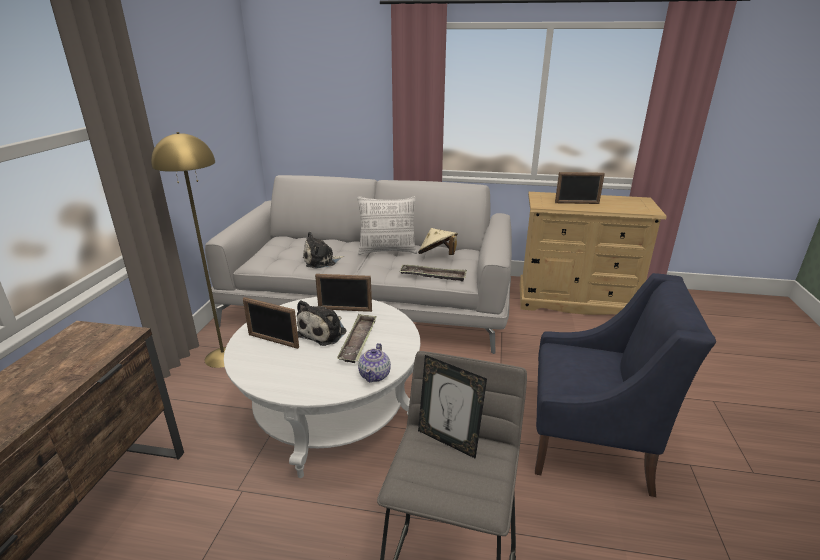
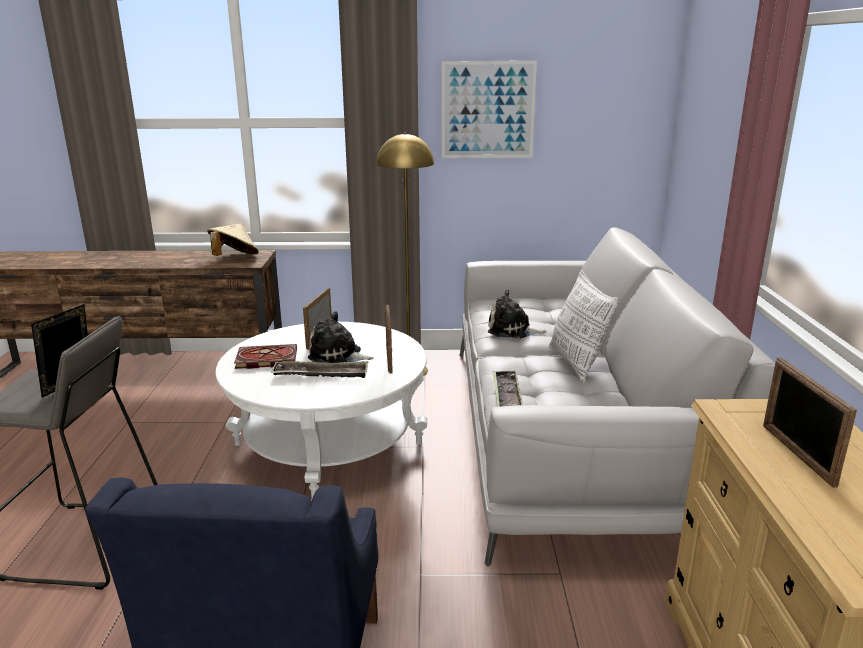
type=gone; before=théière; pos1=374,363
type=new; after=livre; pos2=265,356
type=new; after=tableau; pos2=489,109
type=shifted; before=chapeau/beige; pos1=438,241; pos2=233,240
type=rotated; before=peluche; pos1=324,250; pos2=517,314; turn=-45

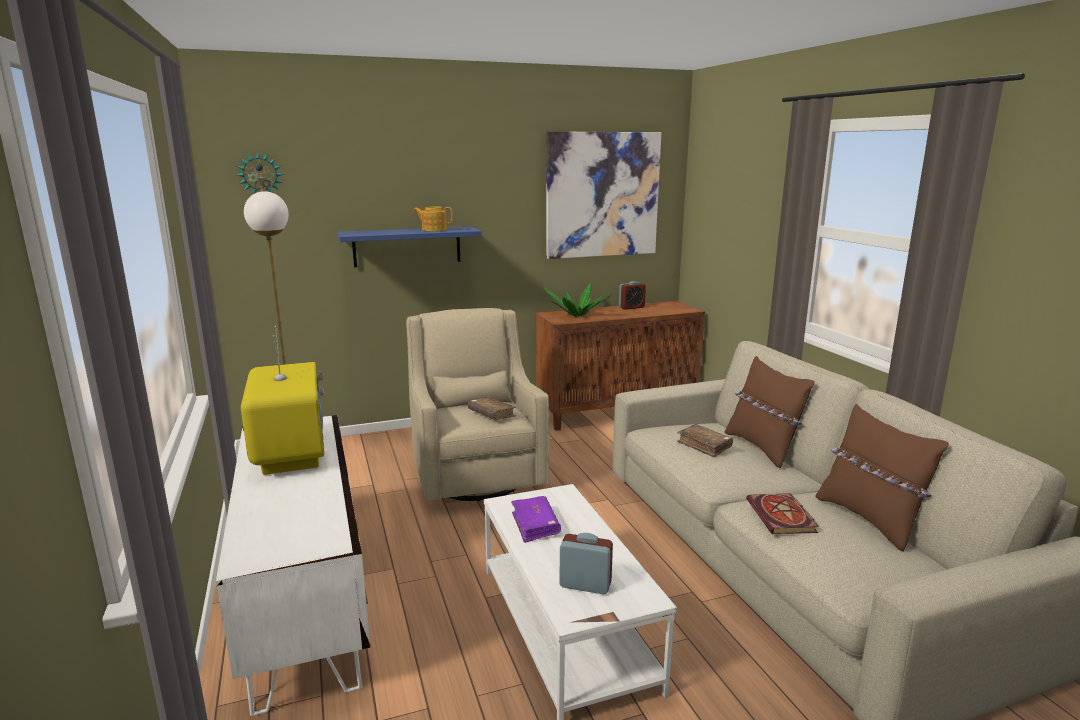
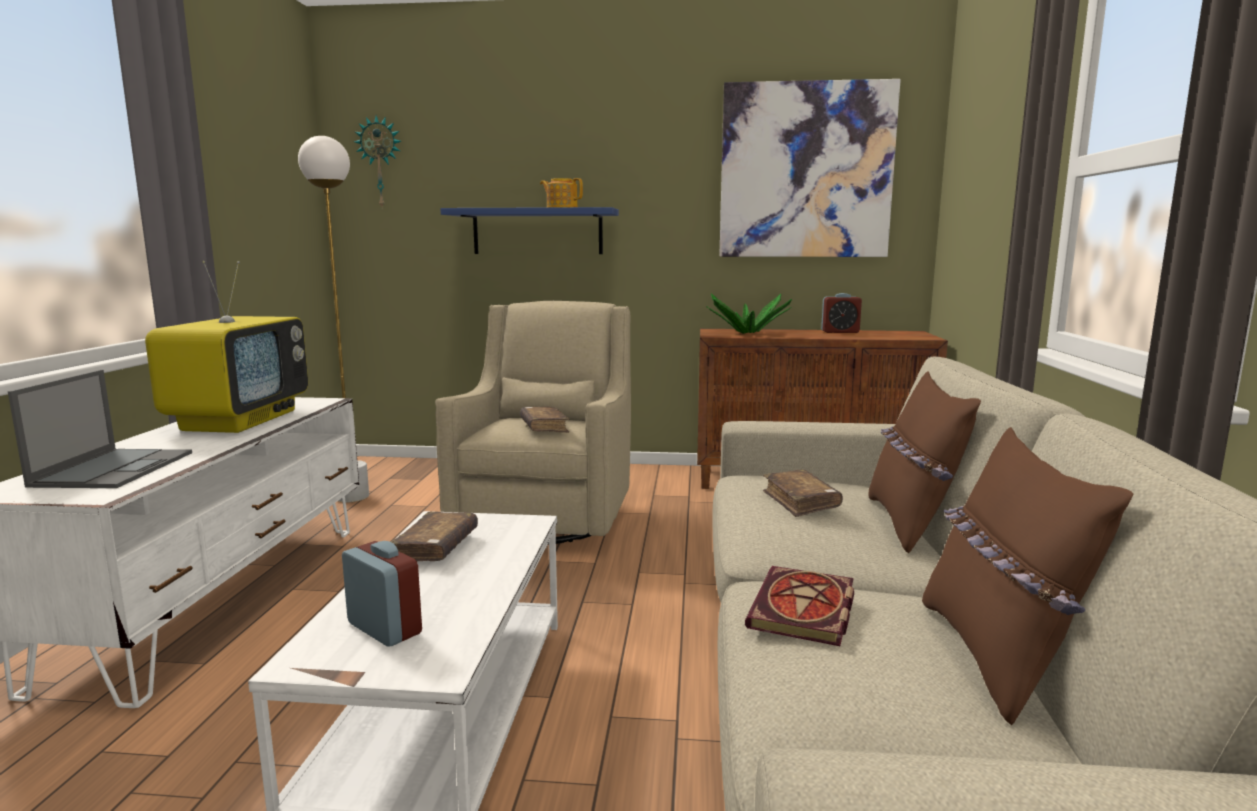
type=new; after=ordinateur portable; pos2=100,429
type=repainted; before=livre/violet; after=livre/marron; pos1=536,519; pos2=434,536

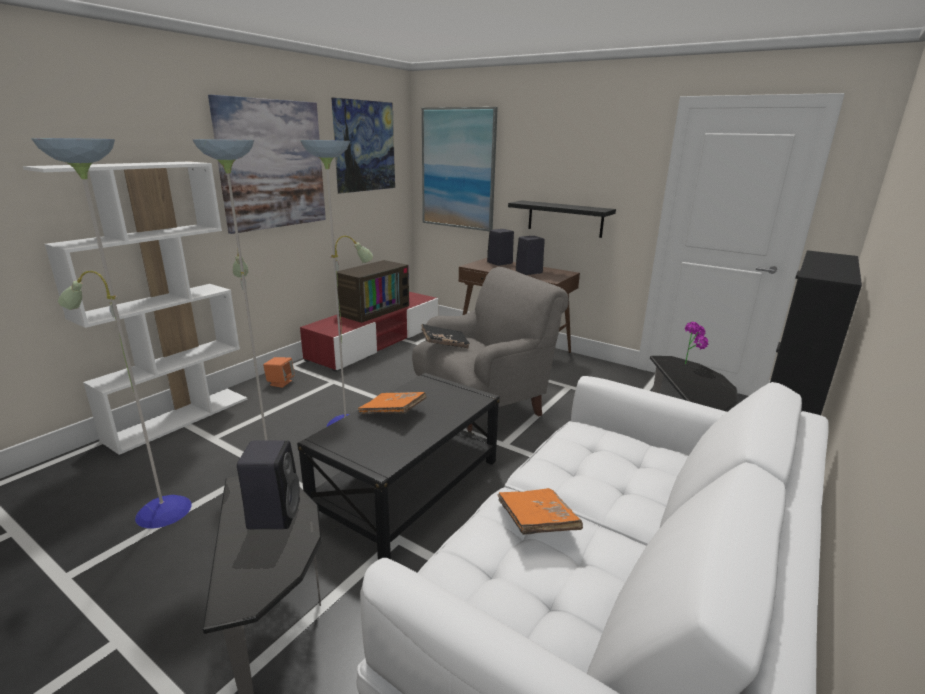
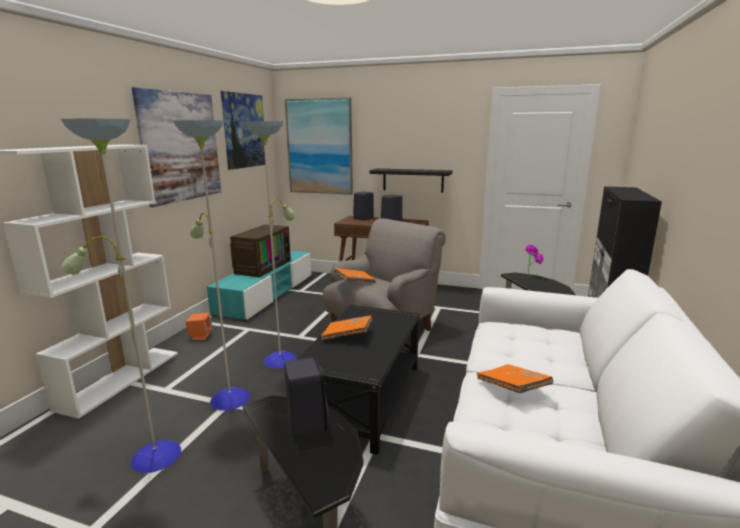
type=repainted; before=meuble télé/rouge; after=meuble télé/turquoise; pos1=369,332; pos2=259,286
type=repainted; before=livre/noir; after=livre/orange; pos1=445,336; pos2=355,275

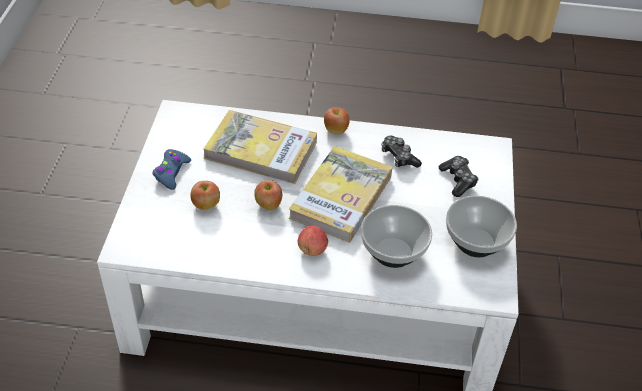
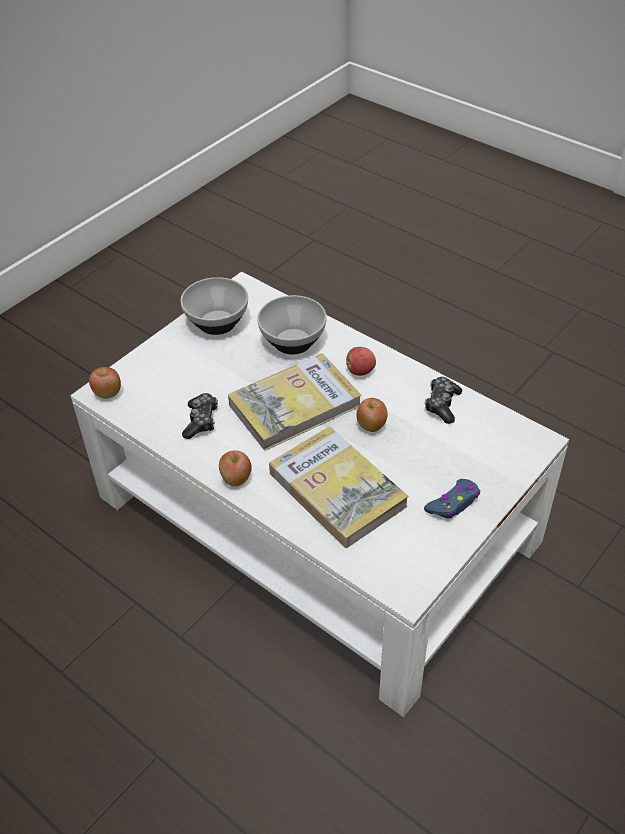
type=shifted; before=pomme; pos1=205,195; pos2=105,383
type=shifted; before=manette; pos1=459,176; pos2=443,400

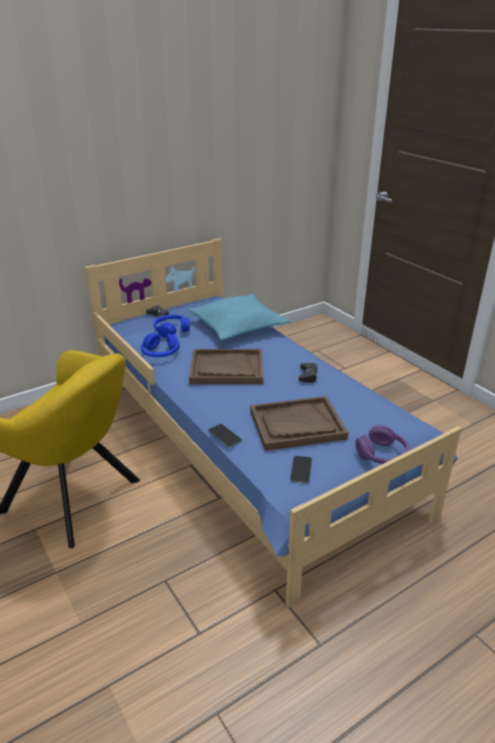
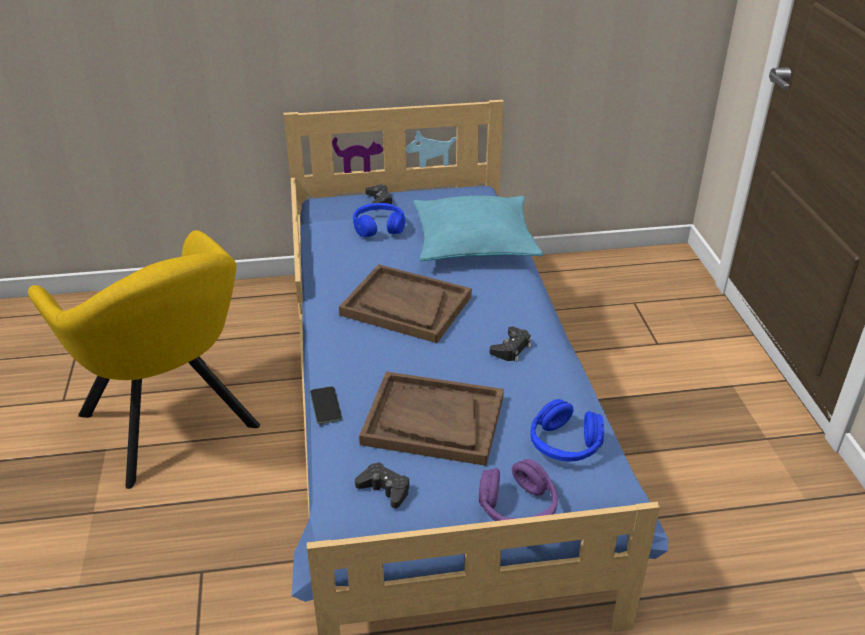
type=shifted; before=casque audio/bleu; pos1=160,345; pos2=567,430
type=swapped; before=téléphone; after=manette/noir; pos1=301,469; pos2=382,485

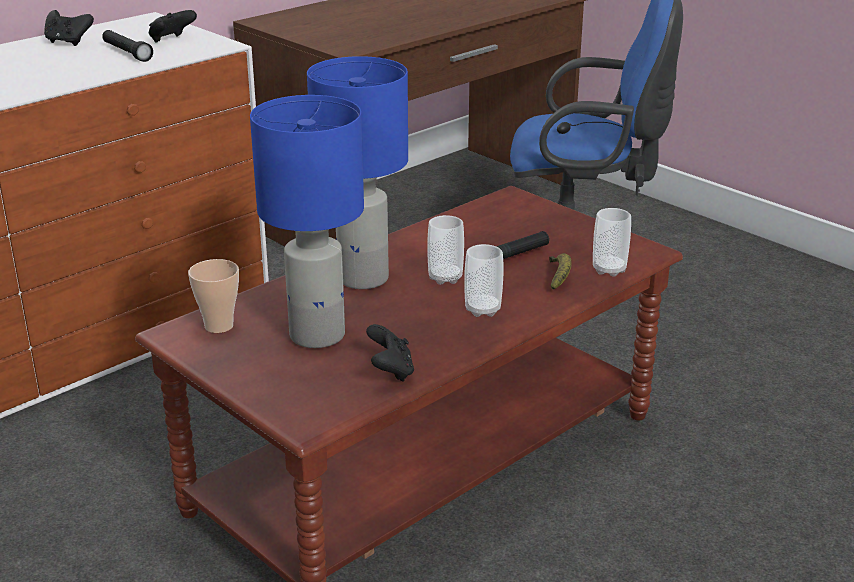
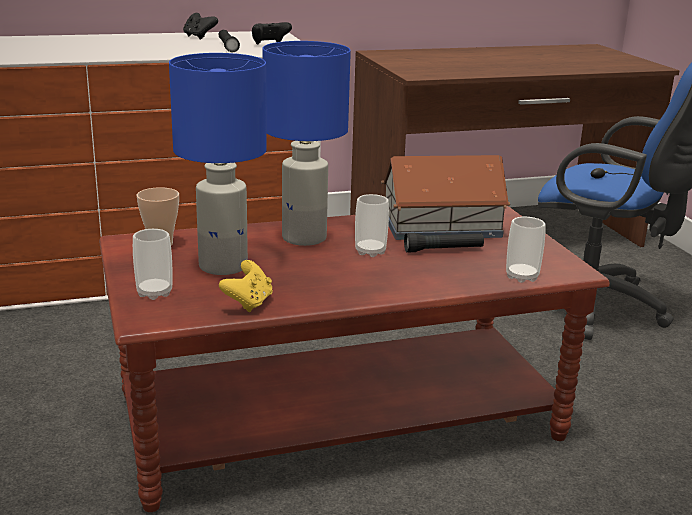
type=gone; before=banane; pos1=560,271
type=new; after=maison miniature; pos2=445,197
type=shifted; before=tasse; pos1=484,280; pos2=153,264
type=repainted; before=manette/noir; after=manette/jaune; pos1=390,352; pos2=246,286

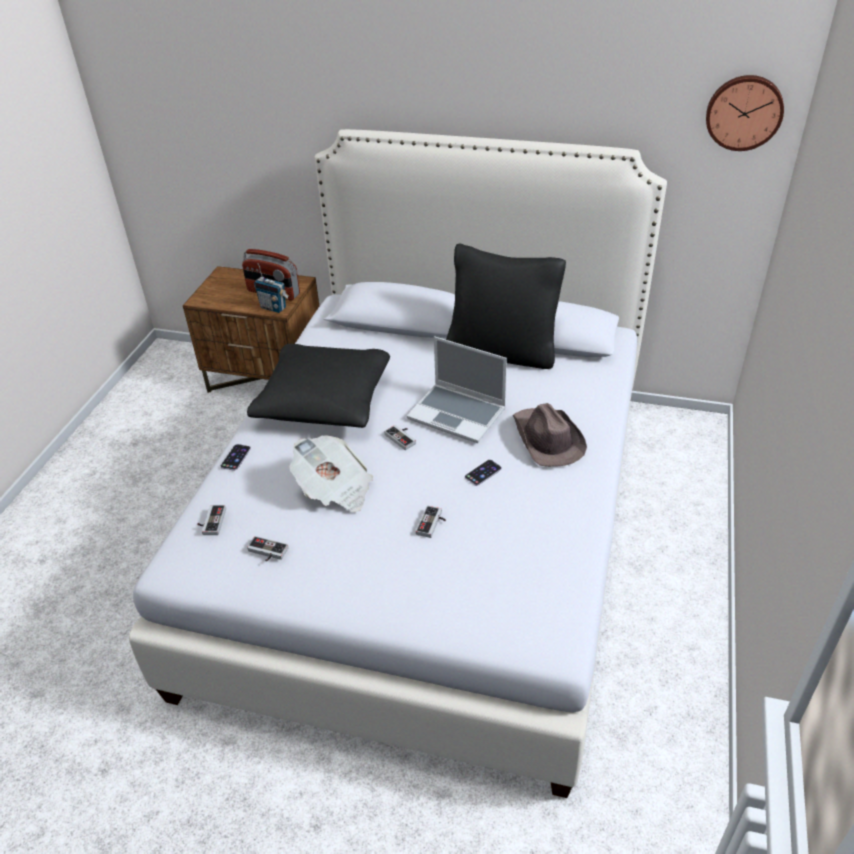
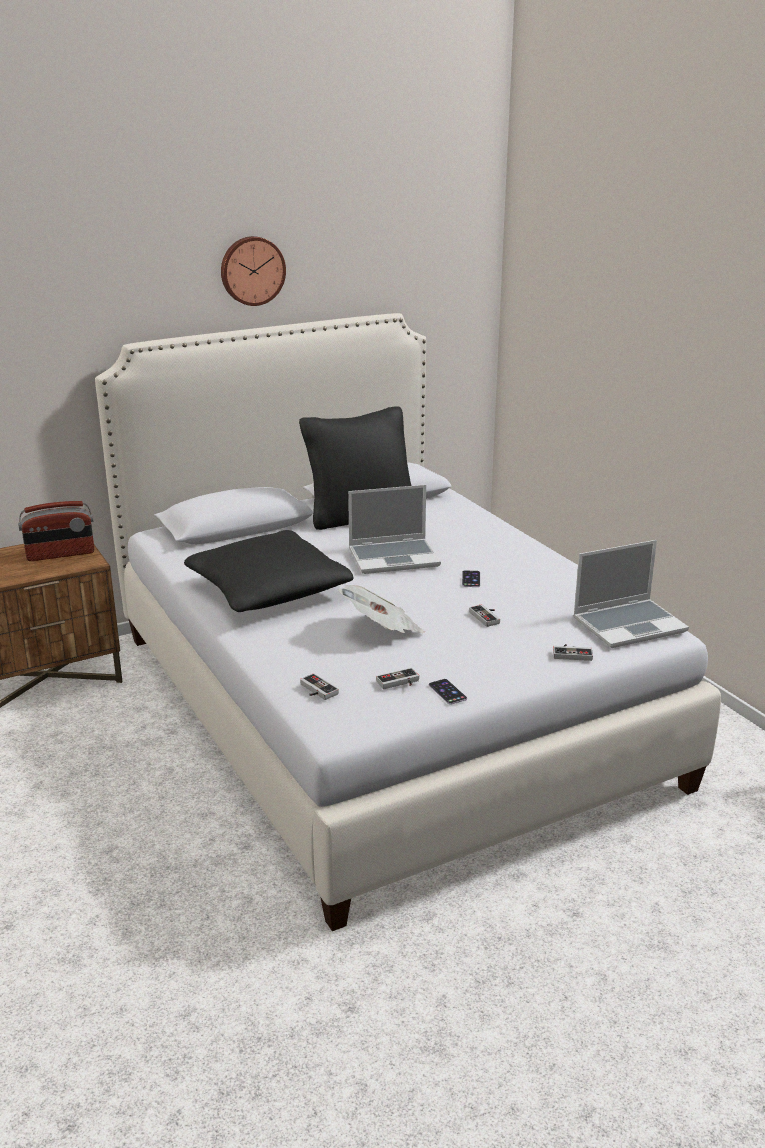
type=gone; before=radio; pos1=271,288
type=gone; before=chapeau/marron; pos1=550,435
type=new; after=ordinateur portable; pos2=631,594
type=shifted; before=téléphone; pos1=236,457; pos2=448,691
type=shifted; before=manette; pos1=400,437; pos2=573,652
type=shifted; before=horloge murale; pos1=745,113; pos2=253,271

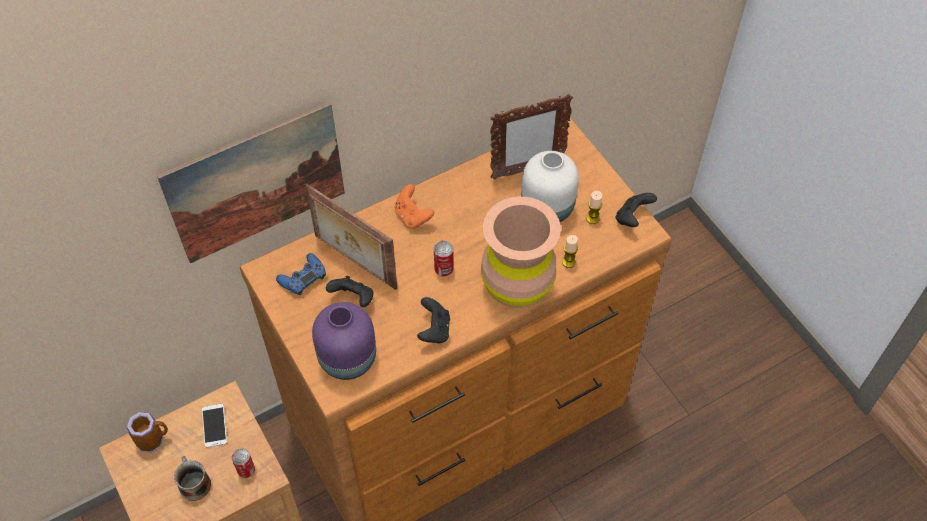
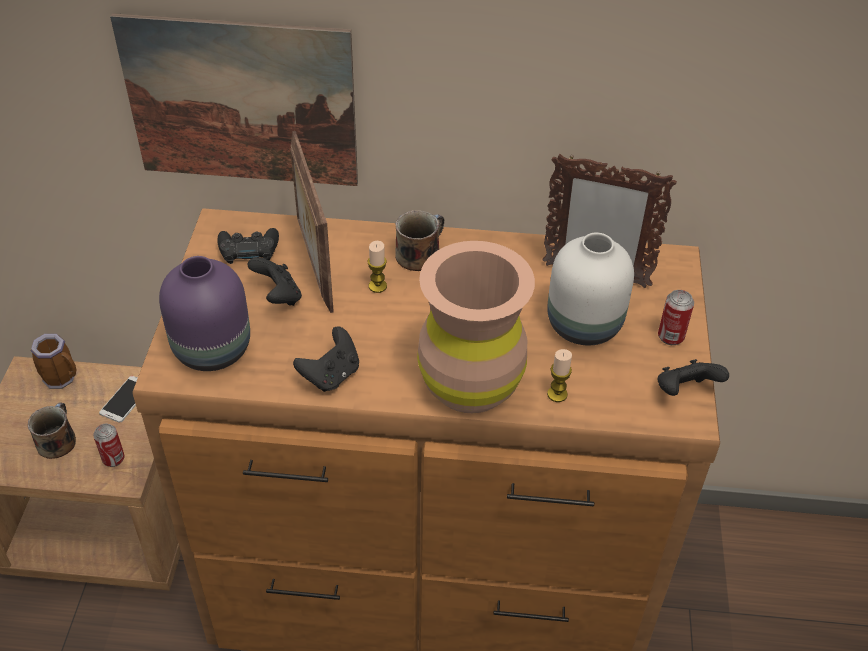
type=shifted; before=boîte métallique; pos1=444,258; pos2=676,317
type=shifted; before=bougie; pos1=594,207; pos2=377,267
type=swapped; before=manette/orange; after=mug; pos1=414,206; pos2=420,241
type=repainted; before=manette/bleu; after=manette/noir; pos1=301,274; pos2=248,246

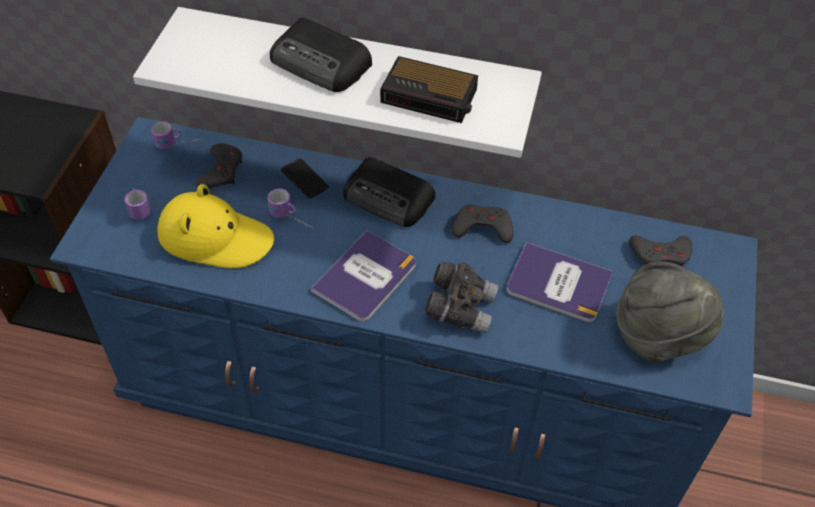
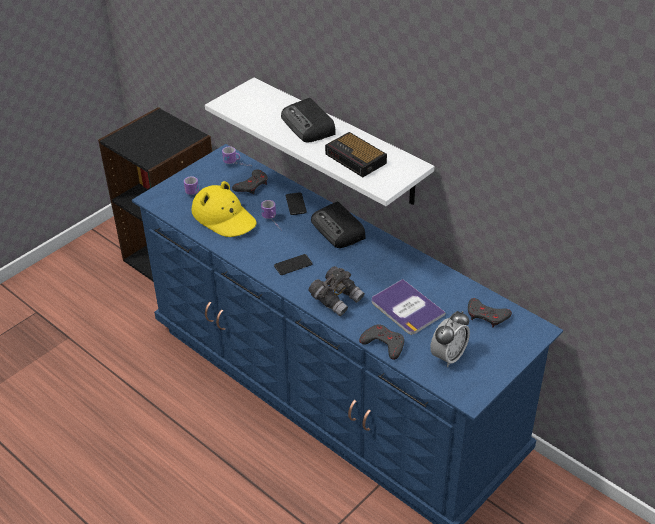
type=shifted; before=manette/gris; pos1=482,223; pos2=381,342
type=swapped; before=livre; after=téléphone; pos1=363,275; pos2=293,264
type=swapped; before=chapeau/gris; after=réveil; pos1=670,311; pos2=450,339

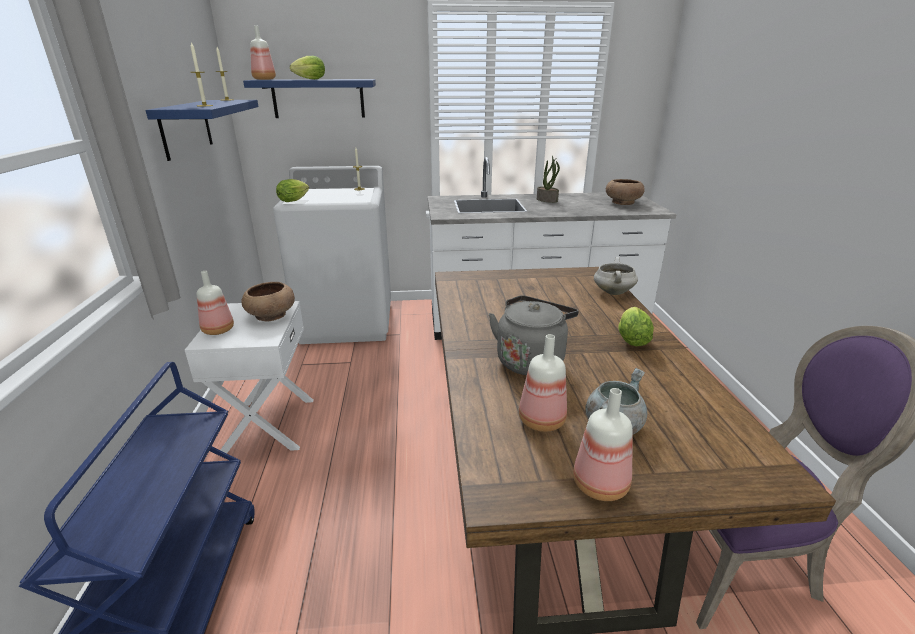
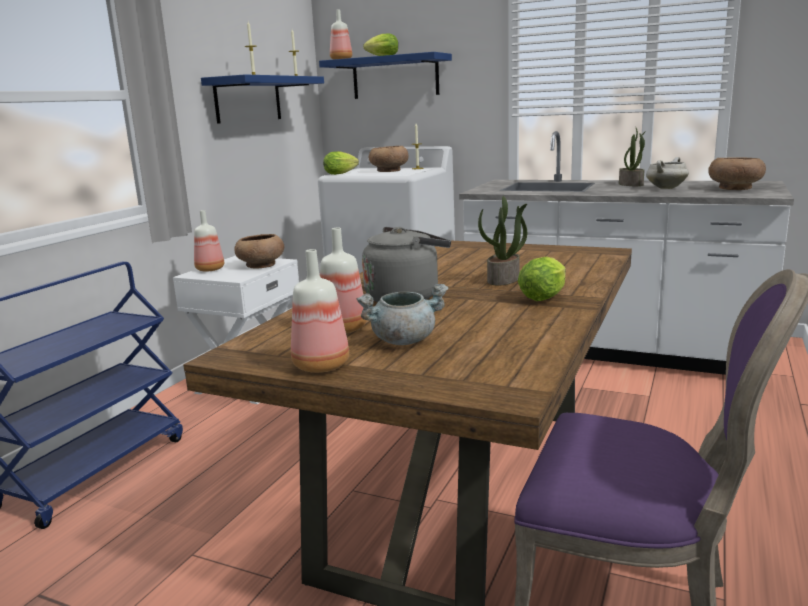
type=new; after=bol/marron; pos2=389,159
type=new; after=plante en pot; pos2=502,240
type=shifted; before=marmite/blanc; pos1=616,276; pos2=667,173

